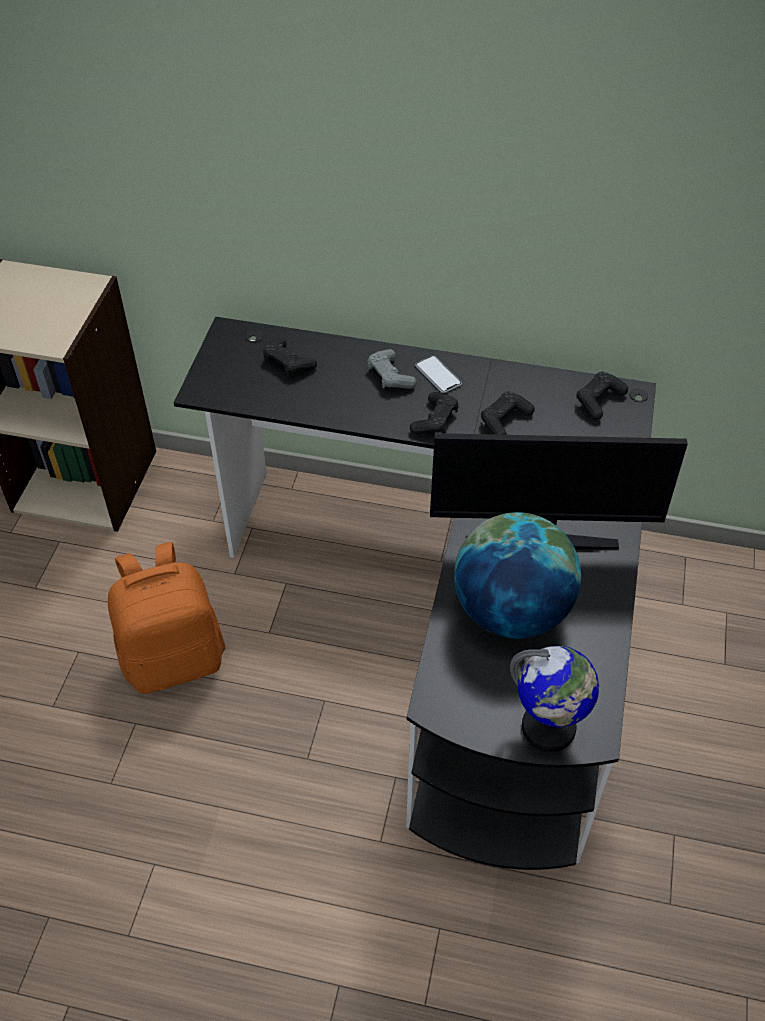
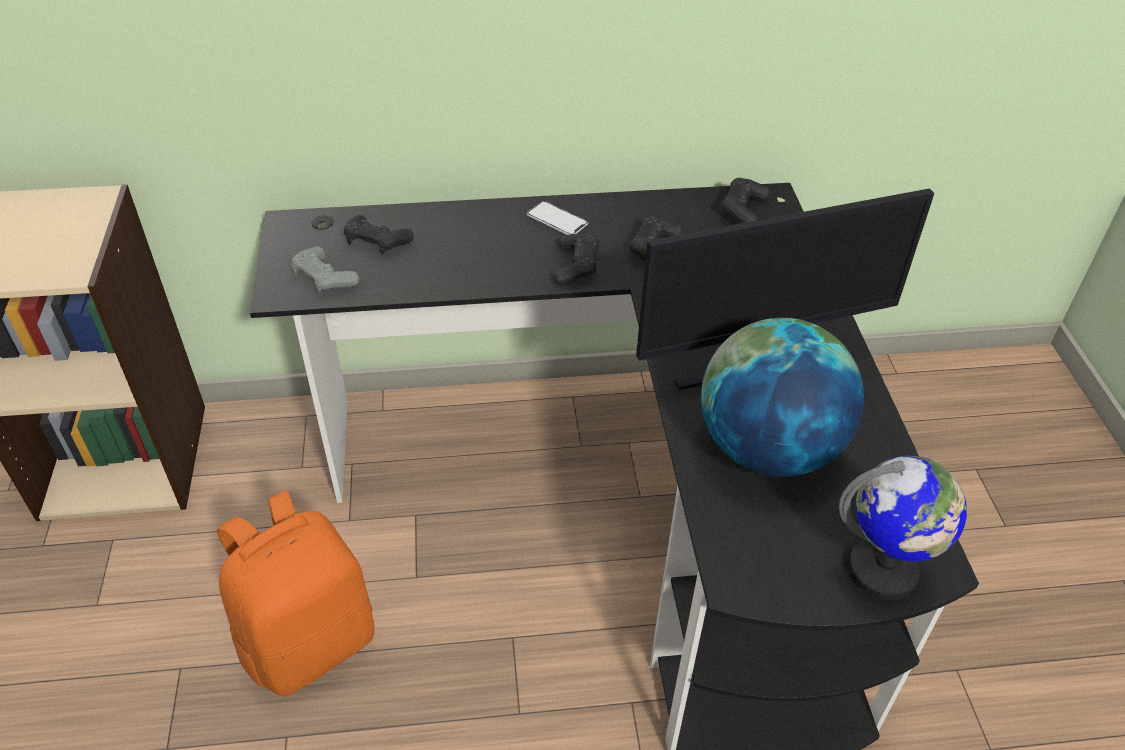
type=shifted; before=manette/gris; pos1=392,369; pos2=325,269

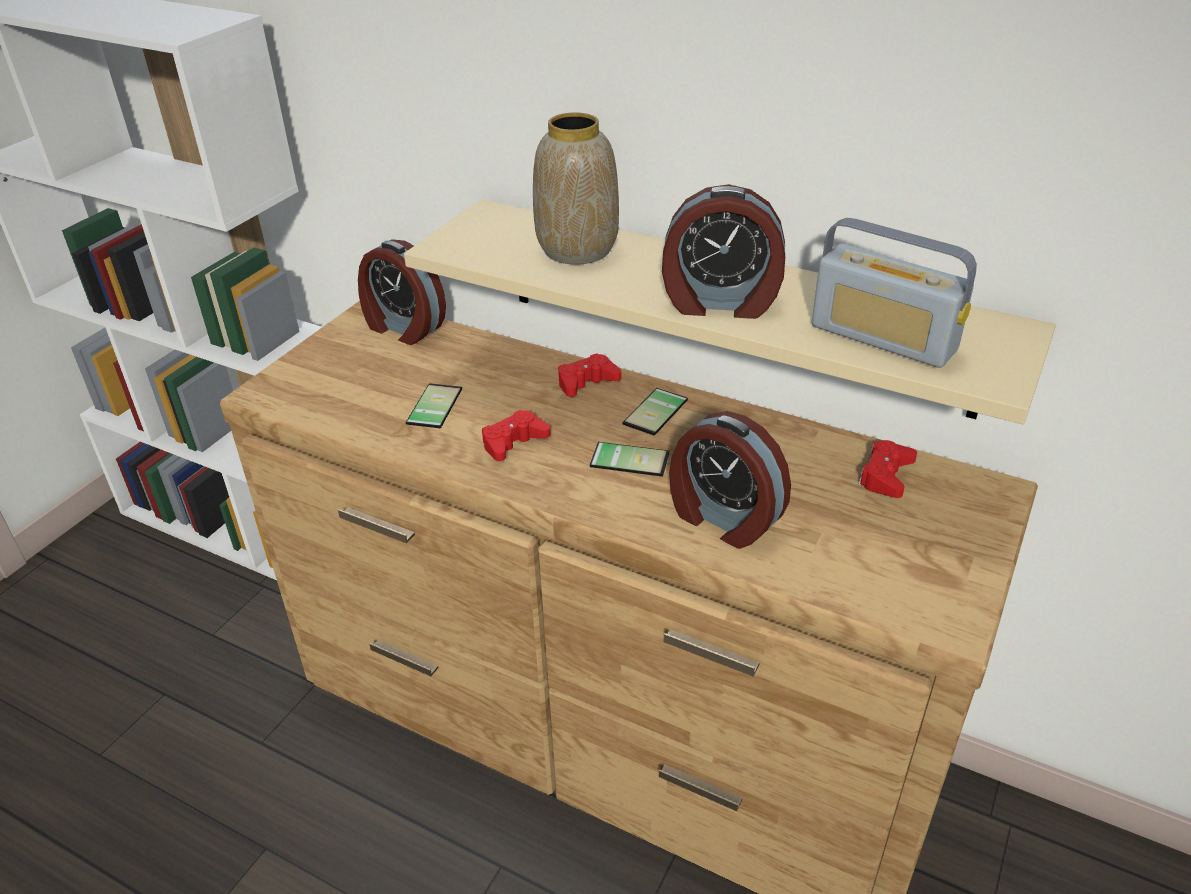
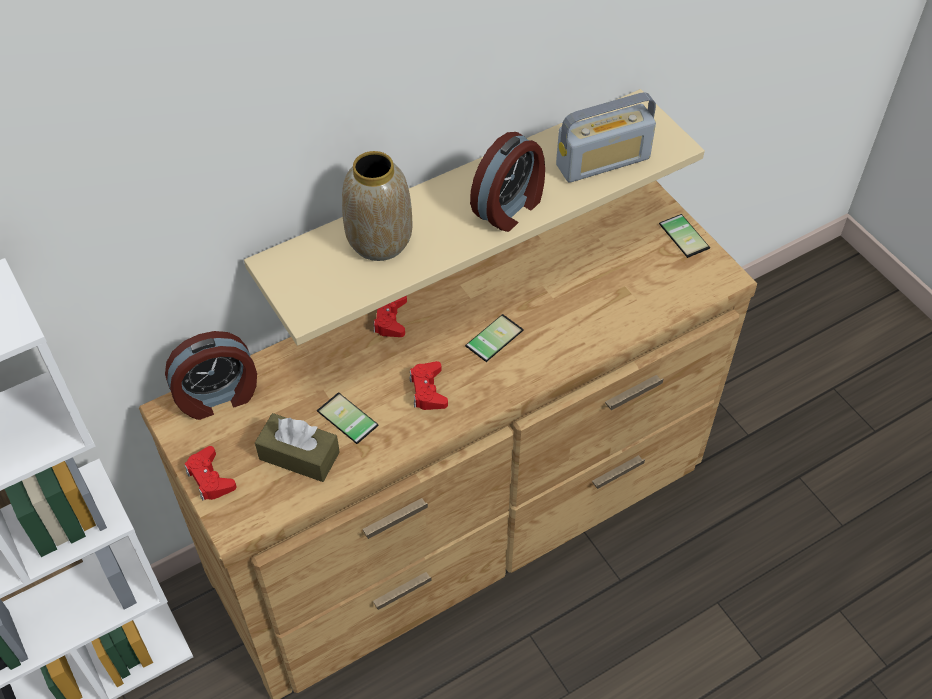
type=gone; before=réveil; pos1=730,480
type=new; after=boîte à mouchoirs/marron; pos2=297,447
type=shifted; before=téléphone; pos1=655,412; pos2=684,236
type=shifted; before=manette/rouge; pos1=887,469; pos2=210,473

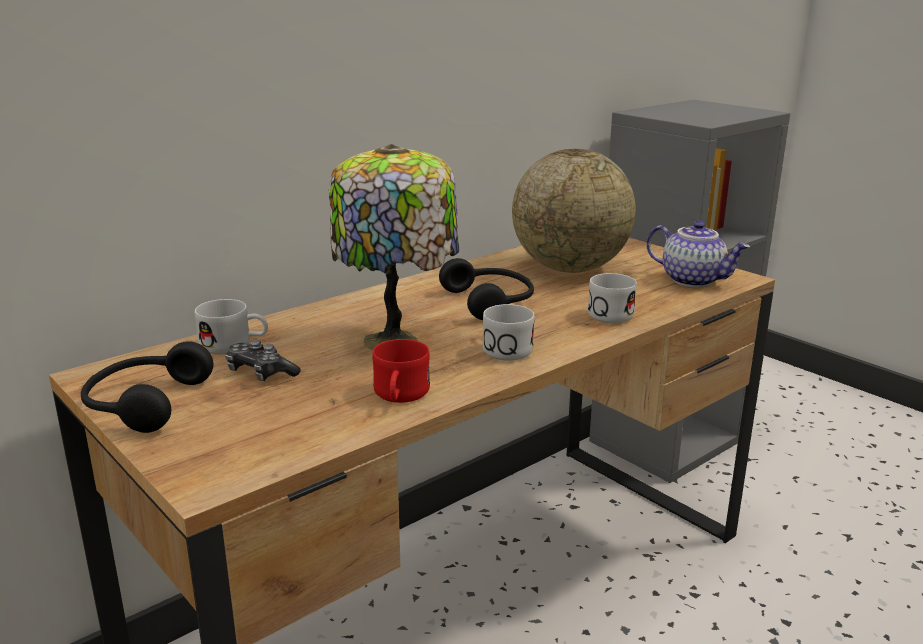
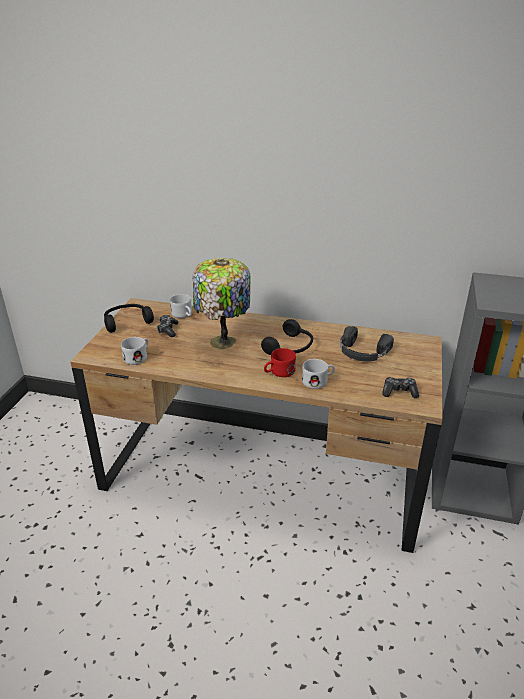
type=shifted; before=mug/rouge; pos1=401,371; pos2=280,362
type=shifted; before=mug/blanc; pos1=508,332; pos2=135,351
type=swapped; before=globe; after=casque audio/noir; pos1=574,211; pos2=367,343
type=swapped; before=théière; after=manette; pos1=698,254; pos2=400,387

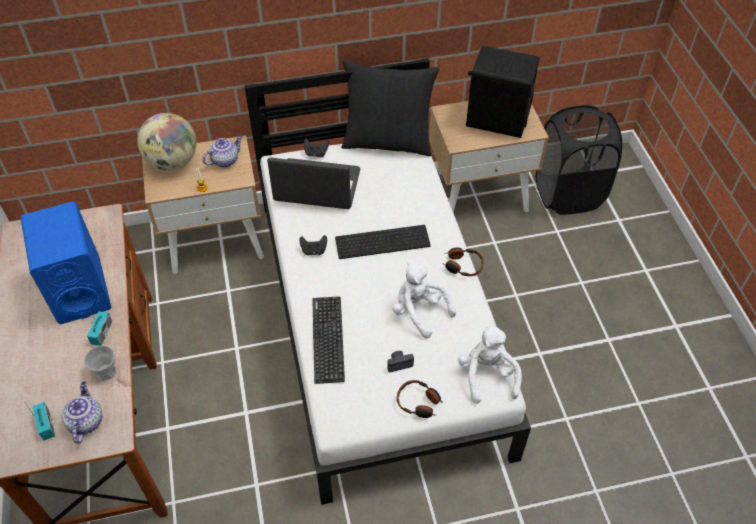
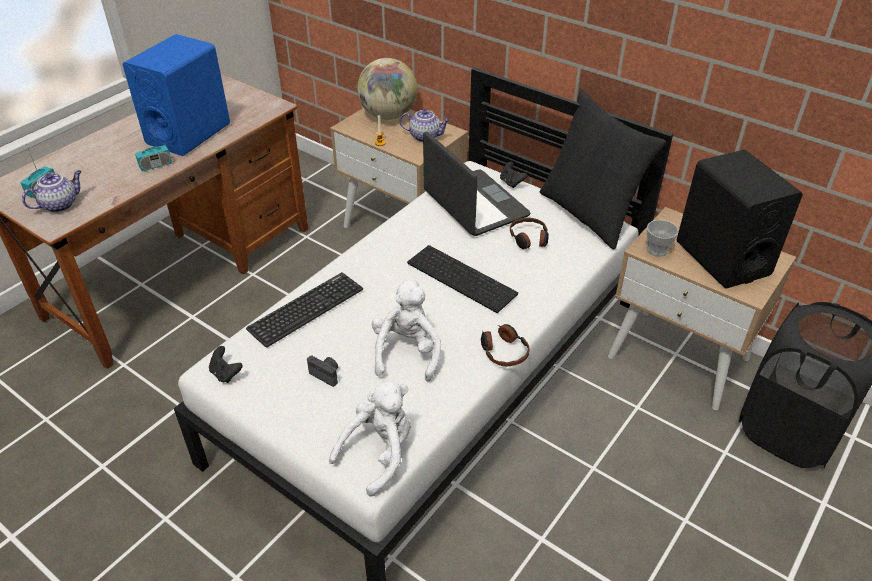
type=shifted; before=tasse; pos1=100,362; pos2=662,238
type=shifted; before=manette/noir; pos1=313,245; pos2=226,364
type=shifted; before=casque audio; pos1=420,399; pos2=529,233

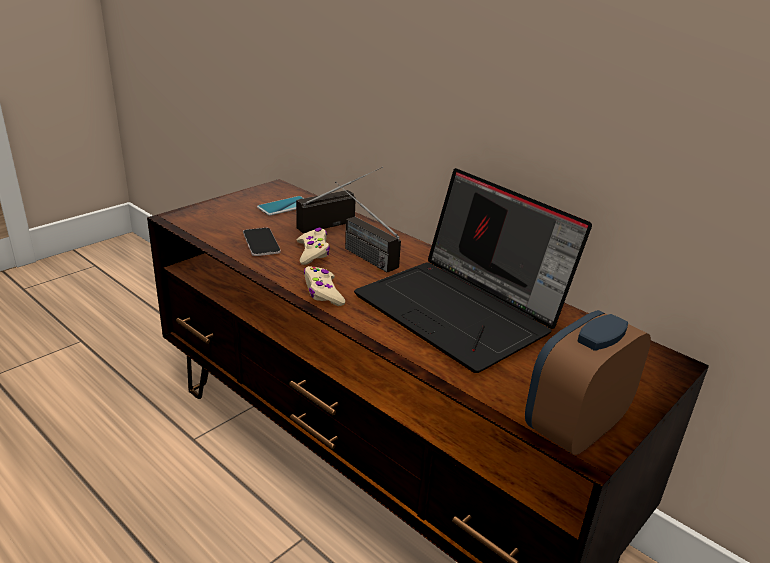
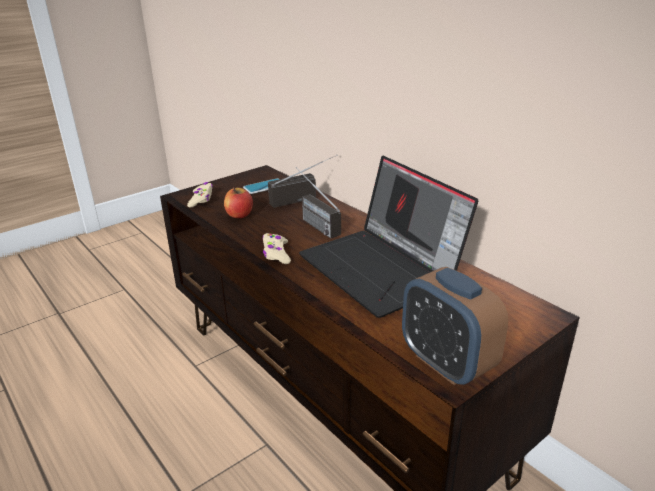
type=shifted; before=manette/beige; pos1=313,246; pos2=200,195
type=swapped; before=téléphone; after=pomme; pos1=262,242; pos2=238,202
type=rotated; before=réveil; pos1=588,382; pos2=455,326; turn=-90

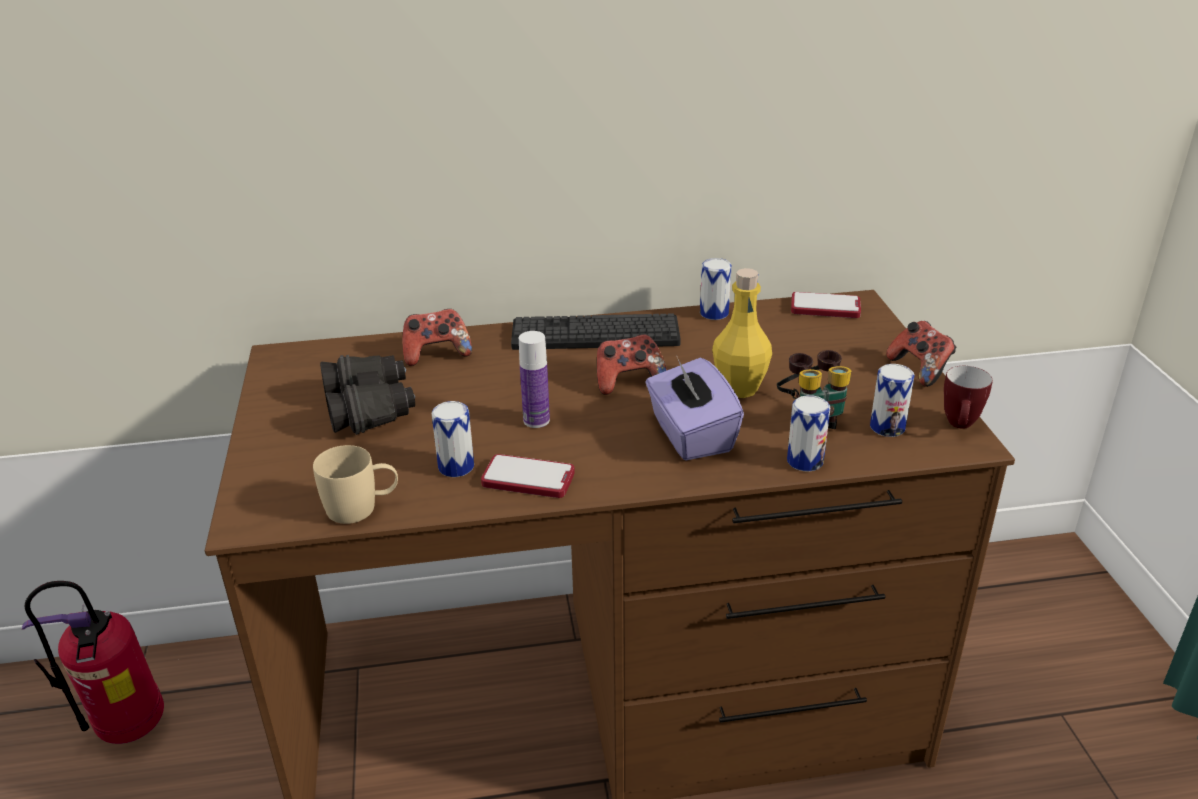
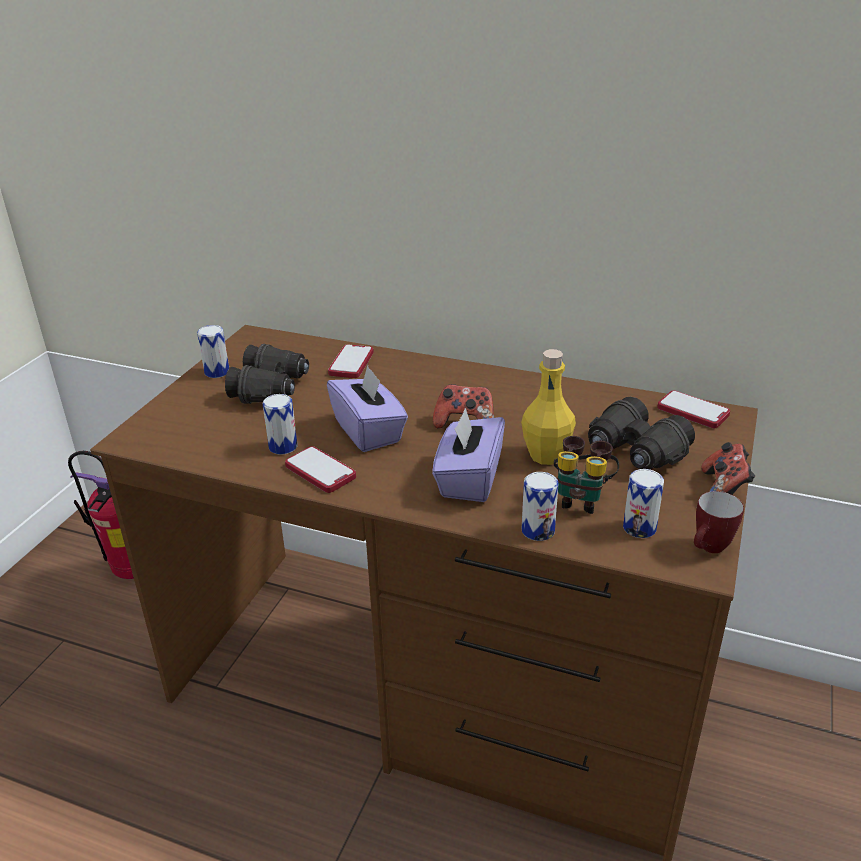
type=gone; before=mug/beige; pos1=355,484
type=gone; before=clavier; pos1=596,331
type=new; after=jumelles/noir; pos2=641,433
type=shifted; before=boîte métallique; pos1=716,289; pos2=213,351
type=swapped; before=manette; after=téléphone; pos1=437,337; pos2=351,361
type=swapped; before=bouteille; after=boîte à mouchoirs/violet; pos1=534,379; pos2=367,408

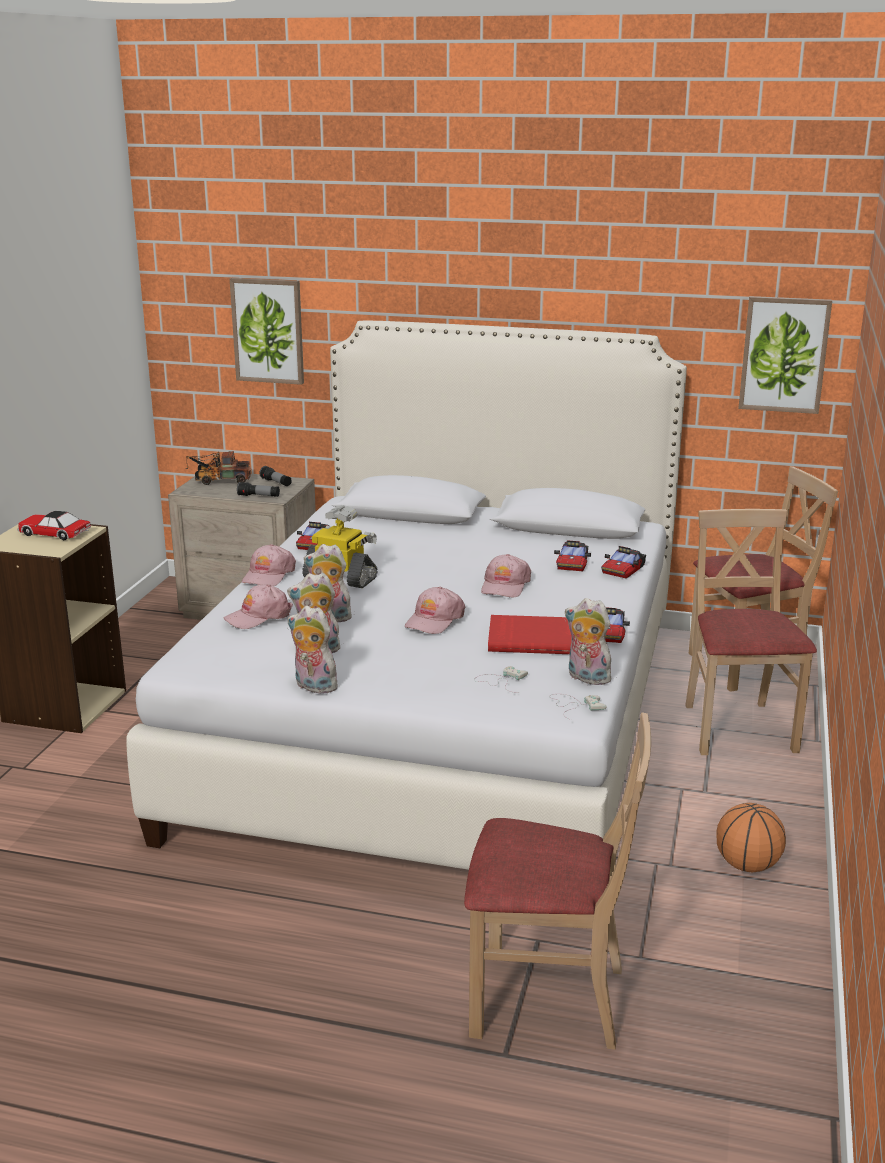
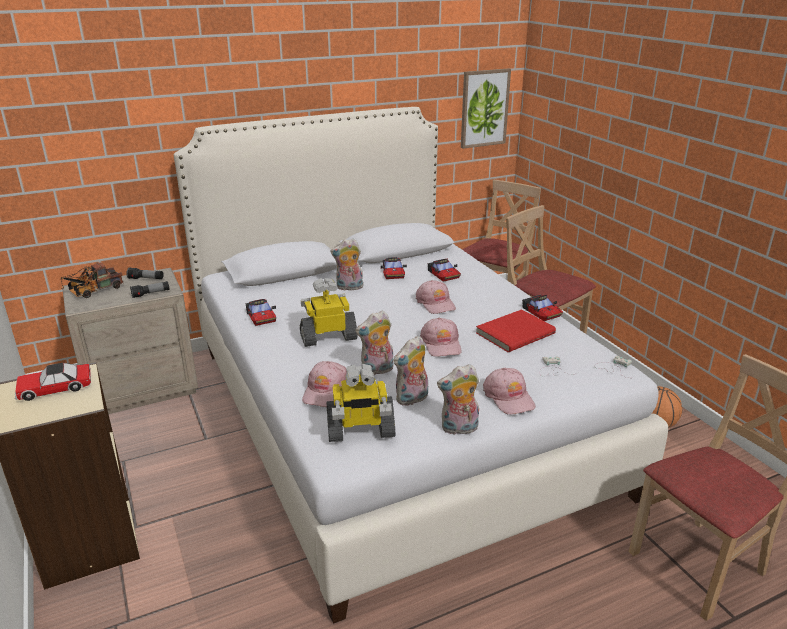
type=gone; before=tableau; pos1=267,331
type=new; after=robot jouet; pos2=361,403
type=shifted; before=casquette/rose; pos1=269,565; pos2=509,391
type=shifted; before=peluche; pos1=588,642; pos2=346,265
type=shifted; before=petite voiture; pos1=623,562; pos2=394,268

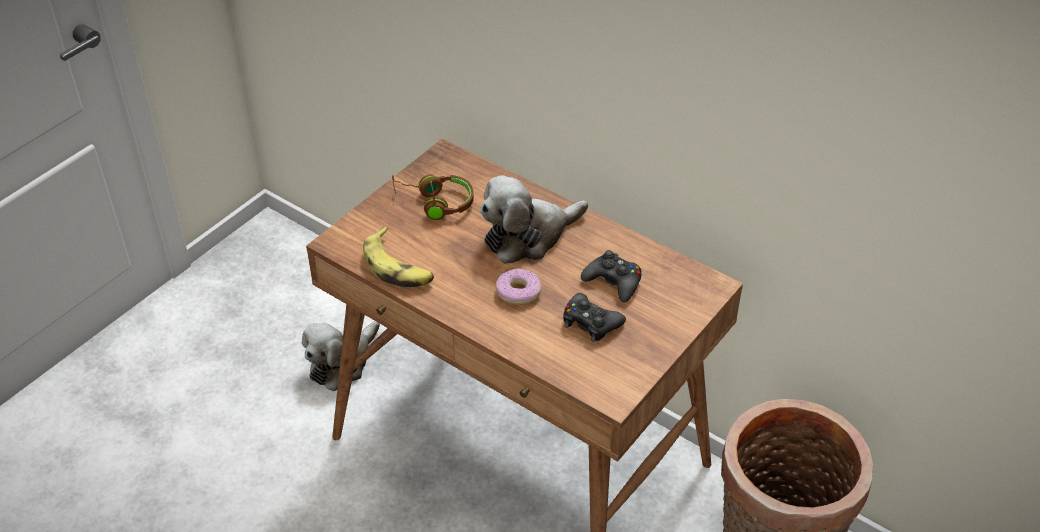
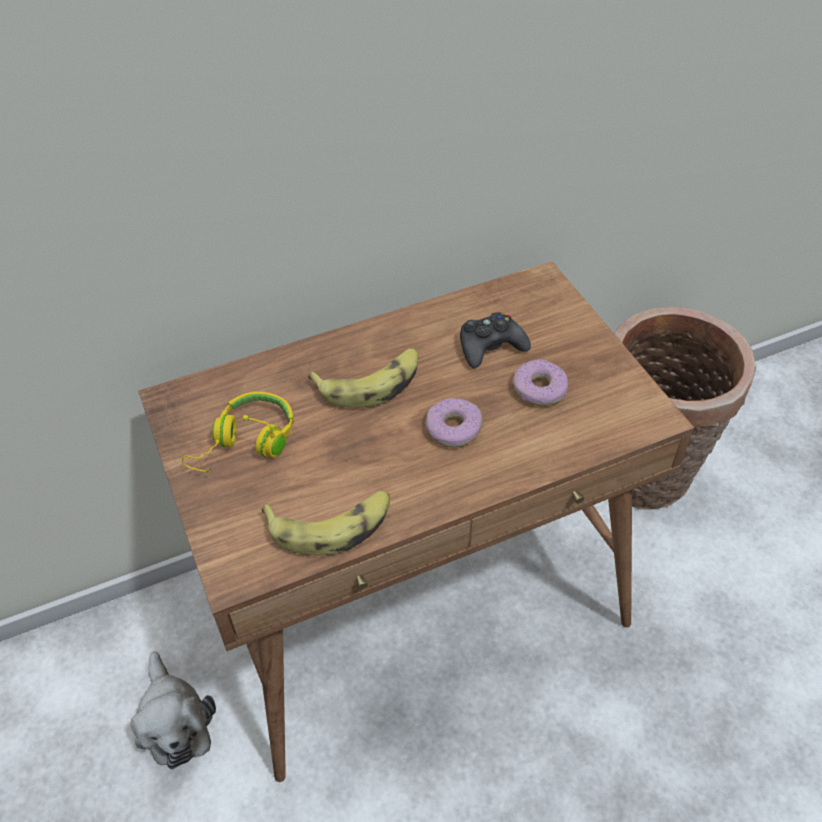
type=swapped; before=peluche; after=banane; pos1=534,219; pos2=363,378
type=swapped; before=manette/noir; after=beignet; pos1=594,317; pos2=540,382
type=repainted; before=casque audio/marron; after=casque audio/jaune; pos1=433,197; pos2=238,432

